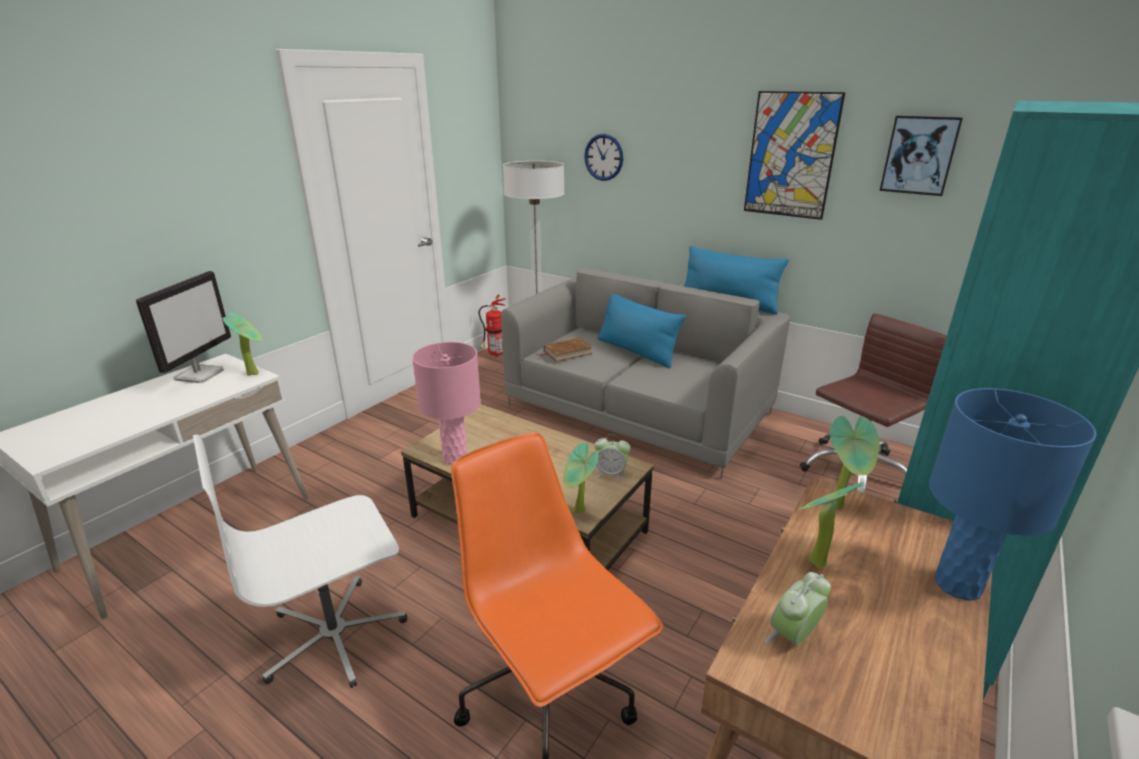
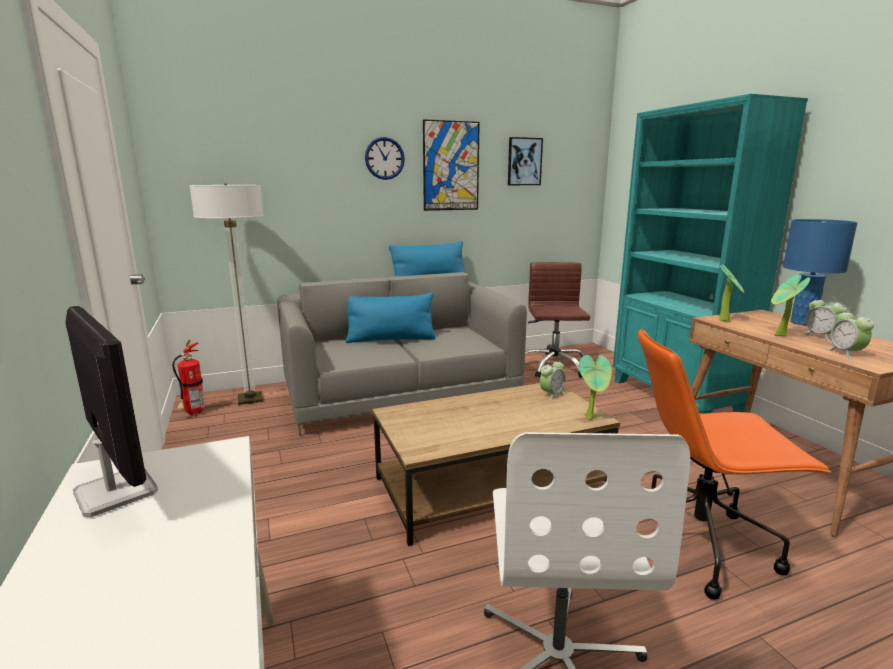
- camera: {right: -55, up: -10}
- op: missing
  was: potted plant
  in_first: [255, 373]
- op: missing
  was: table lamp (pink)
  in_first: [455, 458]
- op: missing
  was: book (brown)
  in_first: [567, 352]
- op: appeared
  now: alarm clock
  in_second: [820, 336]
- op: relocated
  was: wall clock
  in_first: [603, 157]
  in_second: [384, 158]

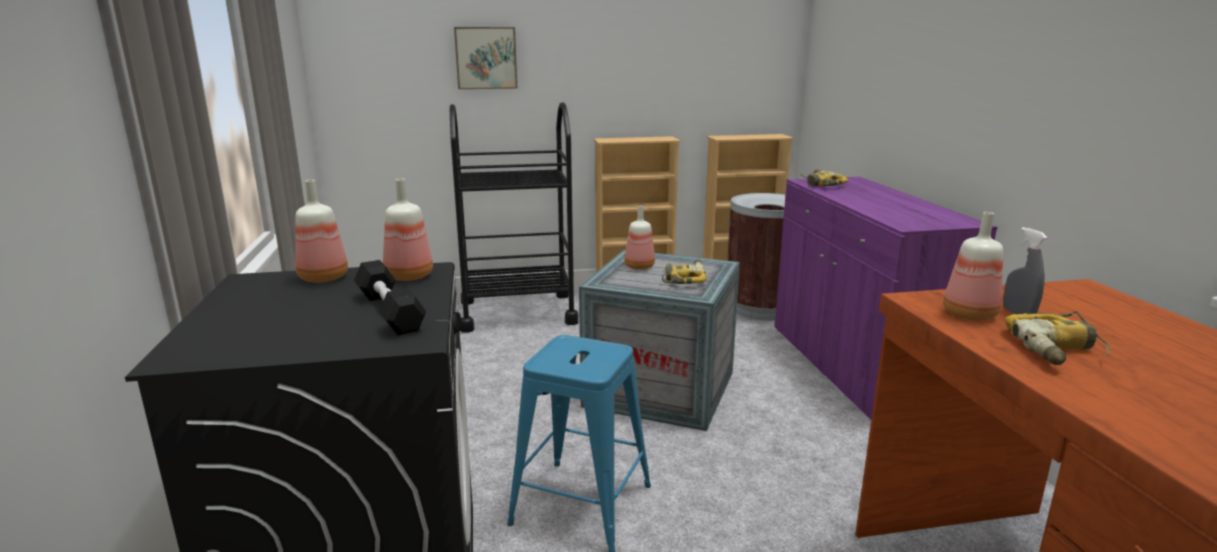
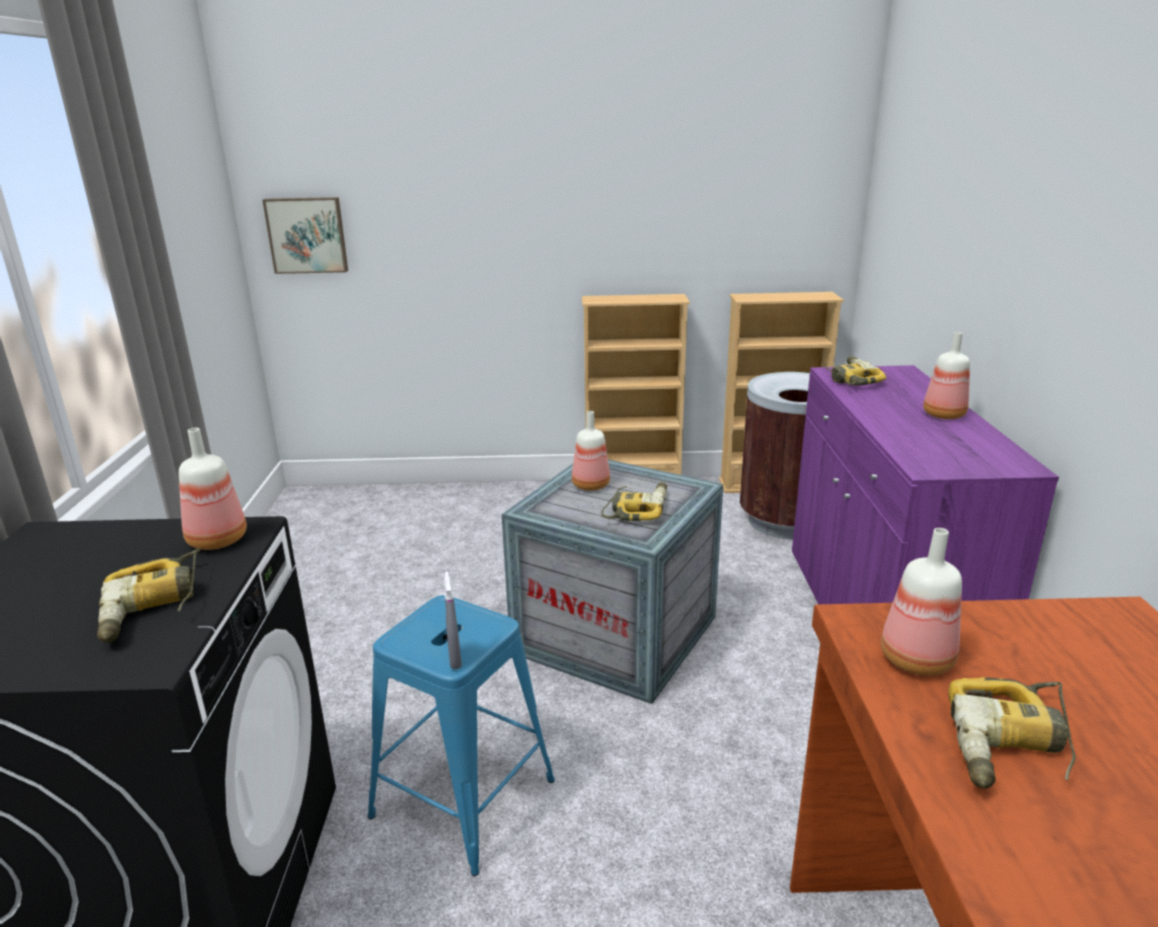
- camera: {right: 10, up: 5}
- op: missing
  was: cart (black)
  in_first: [517, 312]
- op: relocated
  was: bottle
  in_first: [322, 277]
  in_second: [942, 414]
- op: relocated
  was: picture
  in_first: [486, 58]
  in_second: [307, 235]
- op: relocated
  was: spray bottle (grey)
  in_first: [1018, 313]
  in_second: [455, 659]
- op: exchanged
  was: dumbbell (black)
  now: power drill
  in_first: [389, 312]
  in_second: [154, 606]

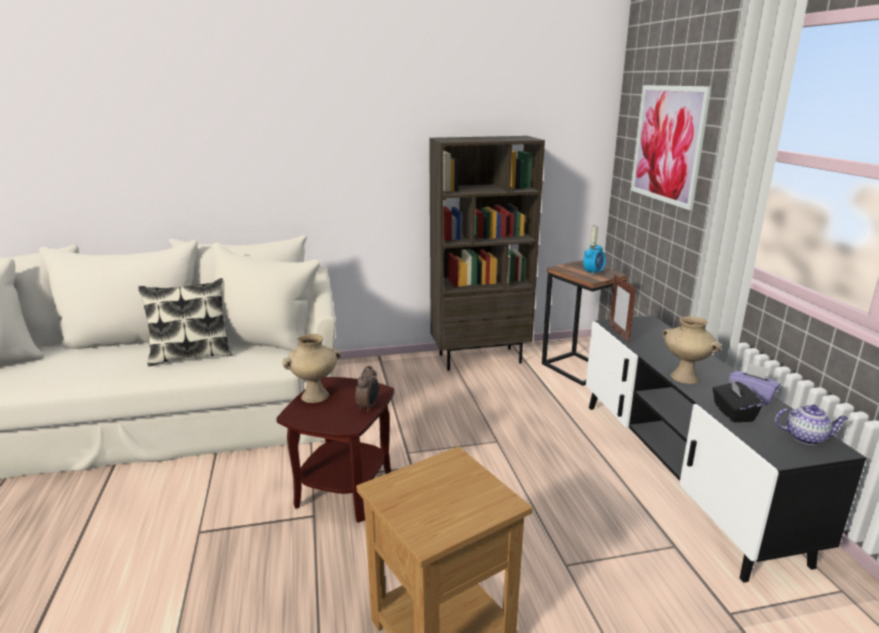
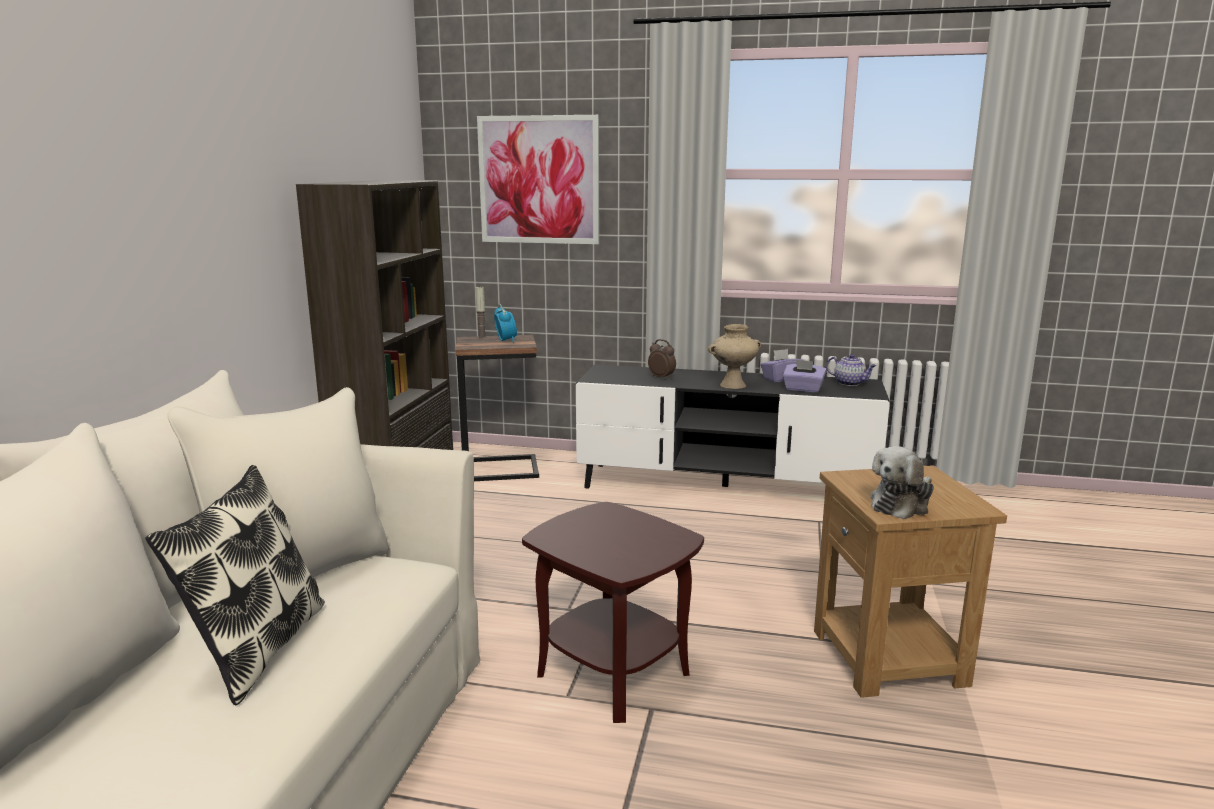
- camera: {right: -65, up: -5}
- op: missing
  was: vase (beige)
  in_first: [315, 396]
- op: missing
  was: picture frame
  in_first: [618, 334]
- op: appeared
  now: plush toy
  in_second: [902, 504]
- op: relocated
  was: alarm clock
  in_first: [368, 407]
  in_second: [662, 378]
- op: colour
  was: tissue box (black)
  now: tissue box (purple)
  in_first: [732, 413]
  in_second: [803, 389]
- op: spun
  was: teapot
  in_first: [806, 437]
  in_second: [850, 383]
  clockwise: 90

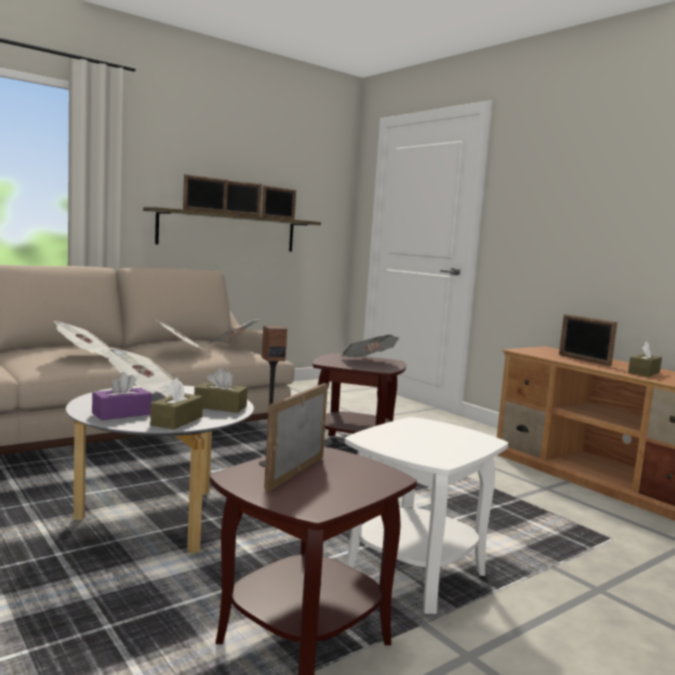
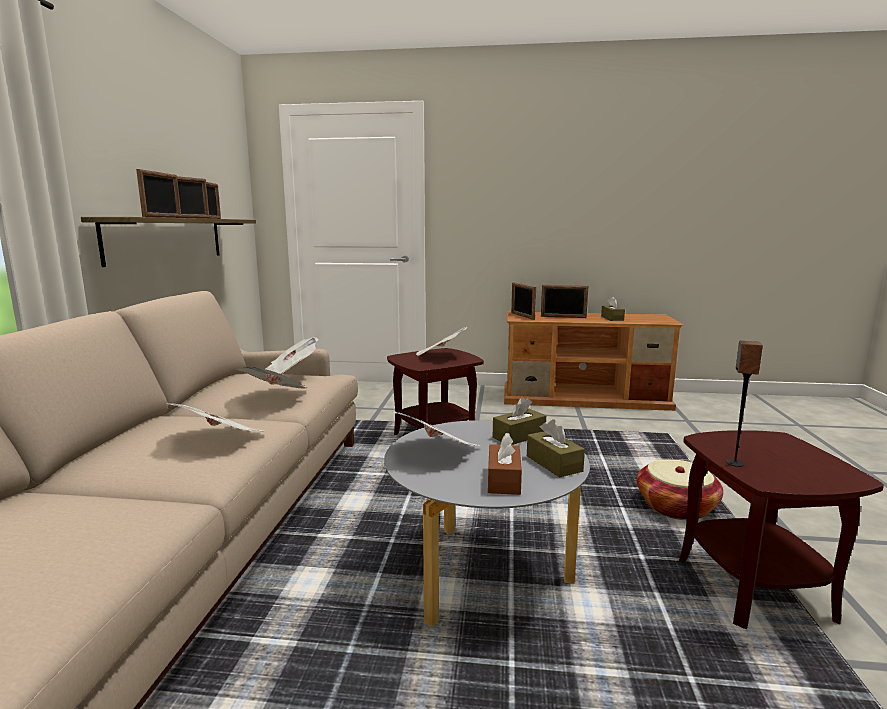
- camera: {right: -45, up: 5}
- op: relocated
  was: picture frame
  in_first: [295, 472]
  in_second: [522, 316]
- op: exchanged
  was: side table (white)
  now: basket
  in_first: [416, 575]
  in_second: [676, 507]
- op: colour
  was: tissue box (purple)
  now: tissue box (brown)
  in_first: [121, 414]
  in_second: [504, 480]

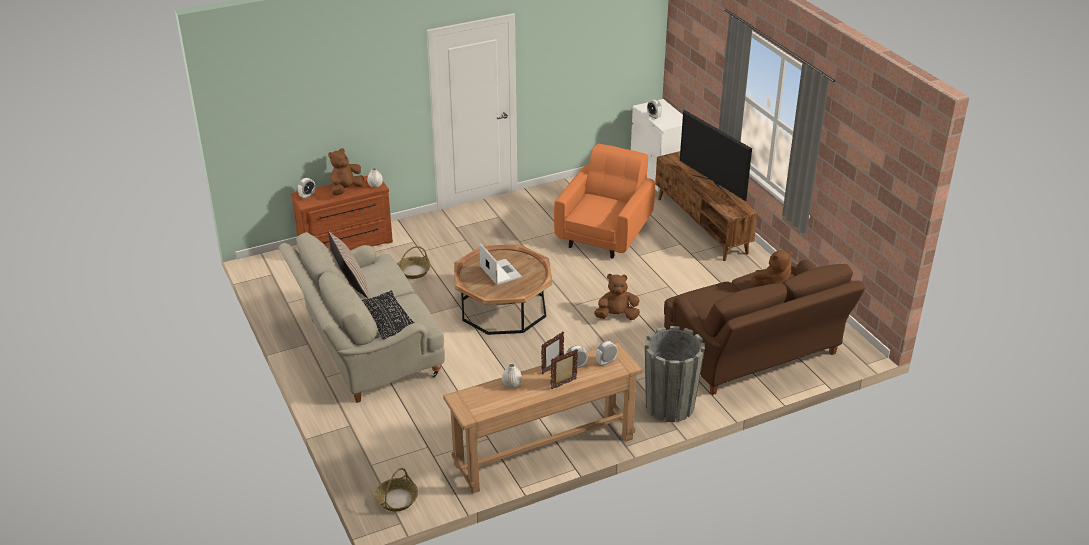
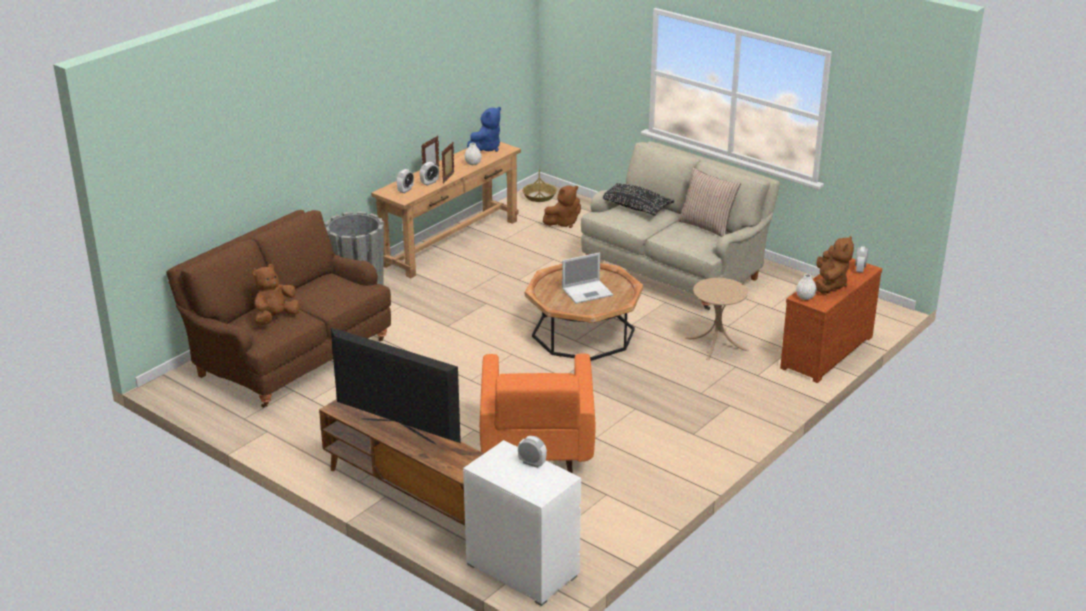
- camera: {right: 155, up: -5}
- op: appeared
  now: plush toy (blue)
  in_second: [486, 148]
- op: relocated
  was: plush toy (brown)
  in_first: [617, 316]
  in_second: [563, 223]
- op: exchanged
  was: basket
  now: side table (beige)
  in_first: [414, 271]
  in_second: [716, 344]
- op: spun
  was: laptop
  in_first: [500, 272]
  in_second: [588, 292]
  clockwise: -60

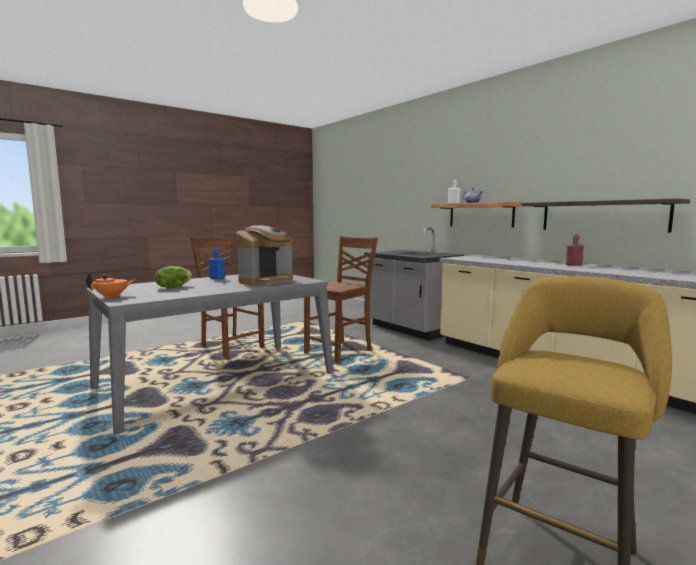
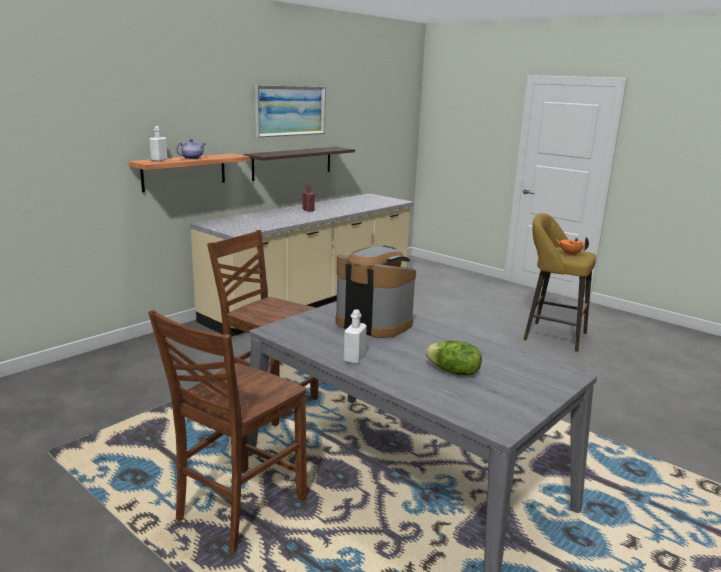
- camera: {right: -100, up: 10}
- op: missing
  was: counter (grey)
  in_first: [411, 329]
- op: appeared
  now: picture
  in_second: [290, 110]
- op: relocated
  was: teapot (orange)
  in_first: [112, 296]
  in_second: [570, 254]
- op: colour
  was: bottle (blue)
  now: bottle (white)
  in_first: [217, 278]
  in_second: [354, 358]

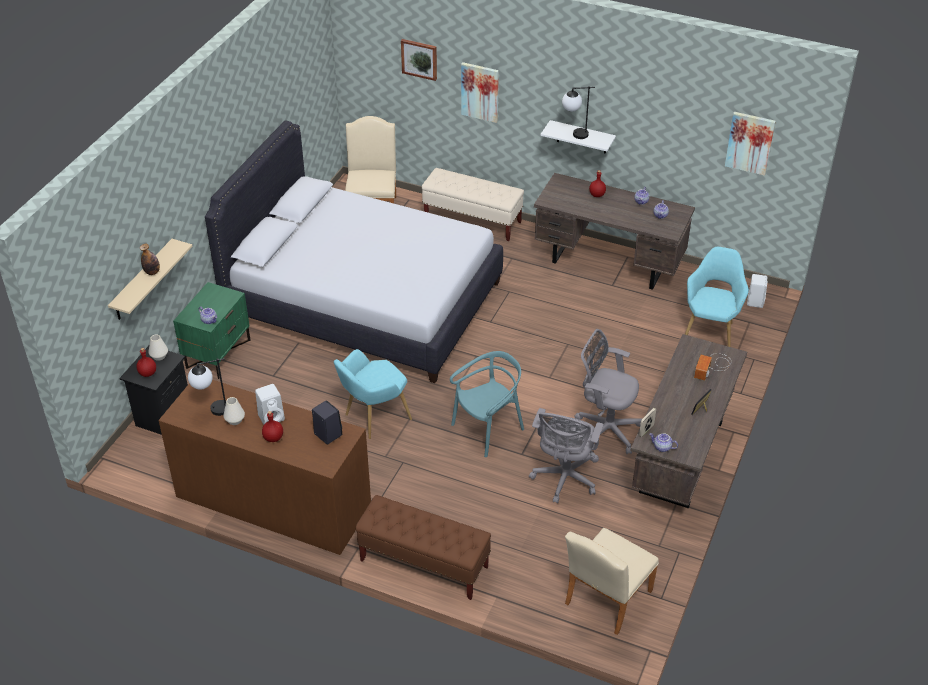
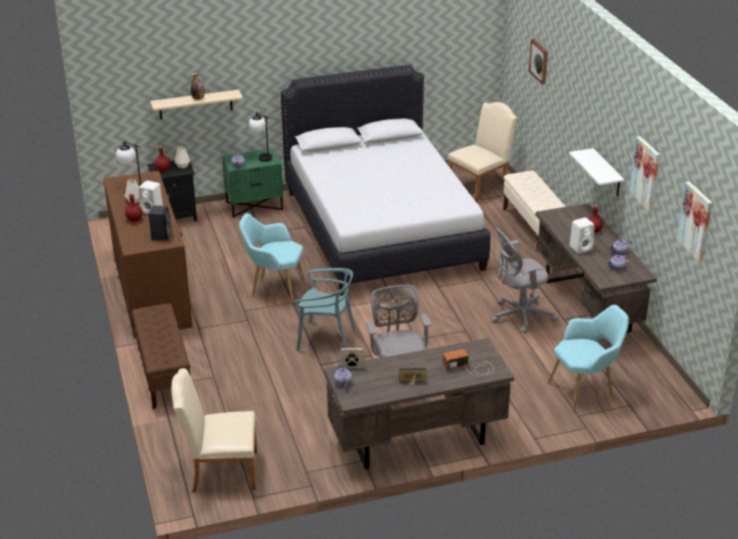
- camera: {right: 50, up: -10}
- op: relocated
  was: picture
  in_first: [480, 92]
  in_second: [646, 173]
- op: relocated
  was: office chair (grey)
  in_first: [564, 479]
  in_second: [519, 316]
- op: relocated
  was: table lamp
  in_first: [574, 135]
  in_second: [261, 156]
- op: relocated
  was: speaker (white)
  in_first: [755, 301]
  in_second: [581, 247]

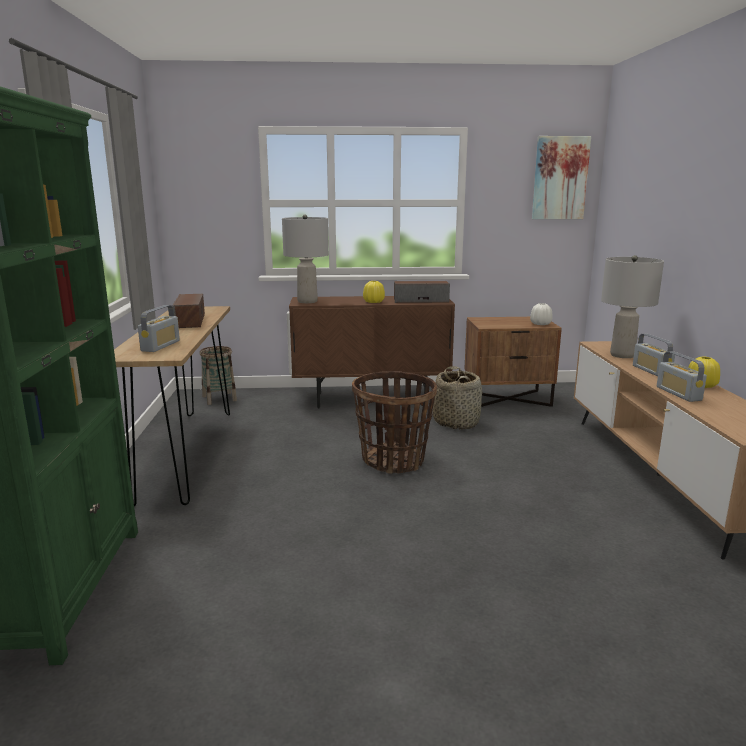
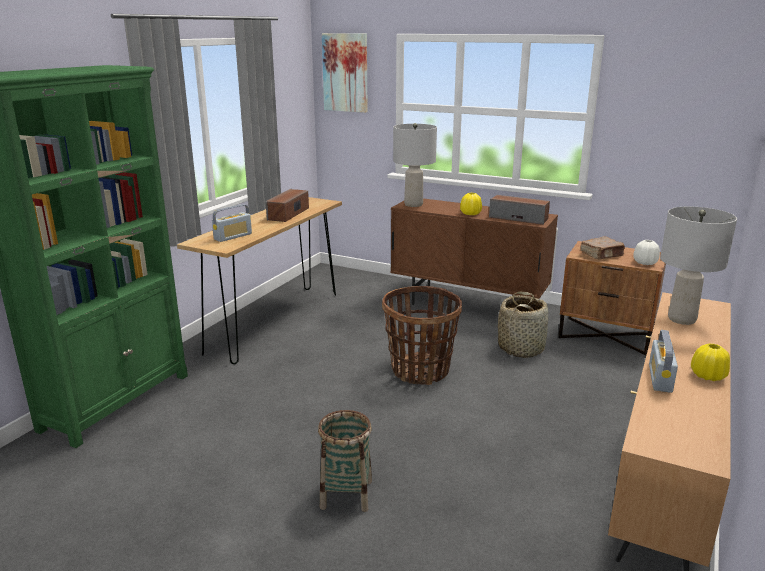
- camera: {right: 30, up: 5}
- op: missing
  was: radio
  in_first: [651, 371]
- op: appeared
  now: book (brown)
  in_second: [602, 255]
- op: relocated
  was: basket
  in_first: [219, 398]
  in_second: [346, 494]
- op: relocated
  was: picture
  in_first: [560, 178]
  in_second: [345, 73]

